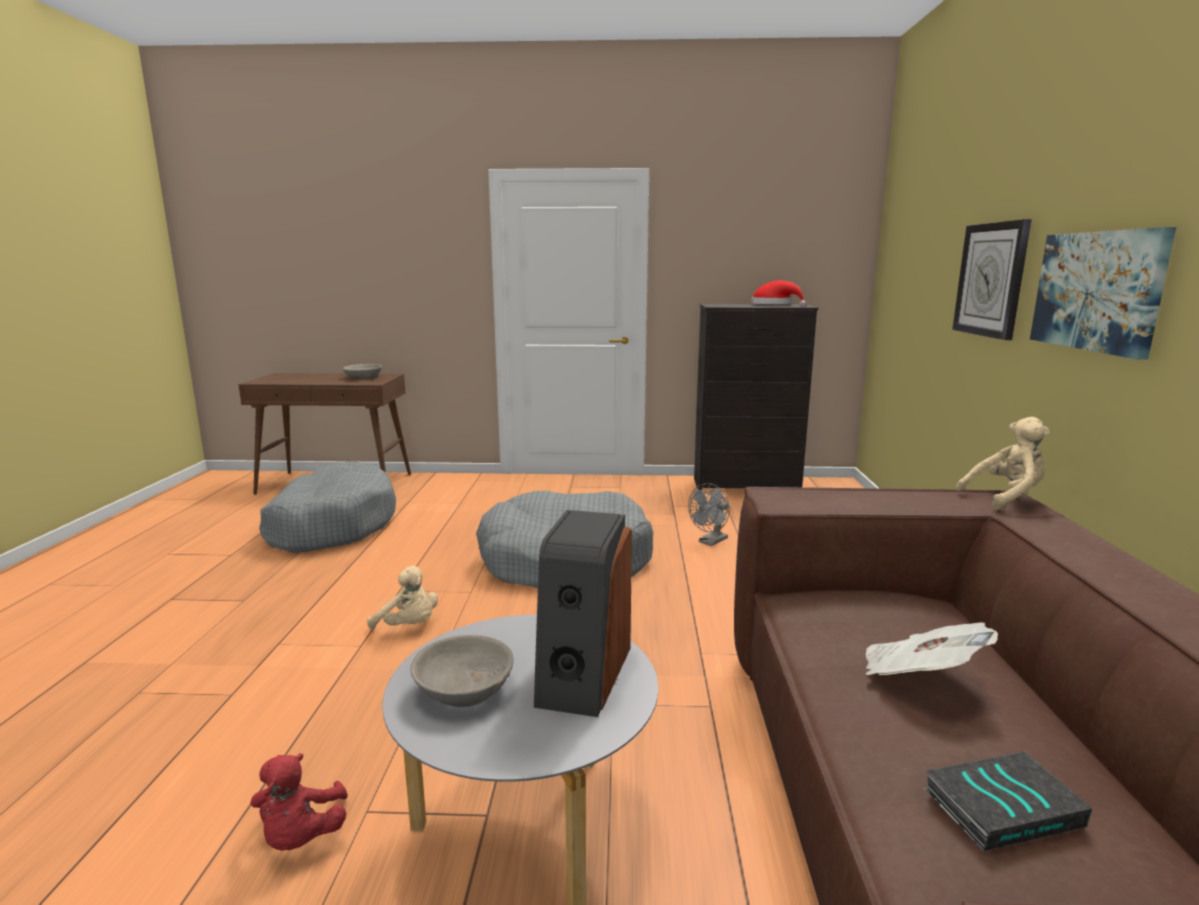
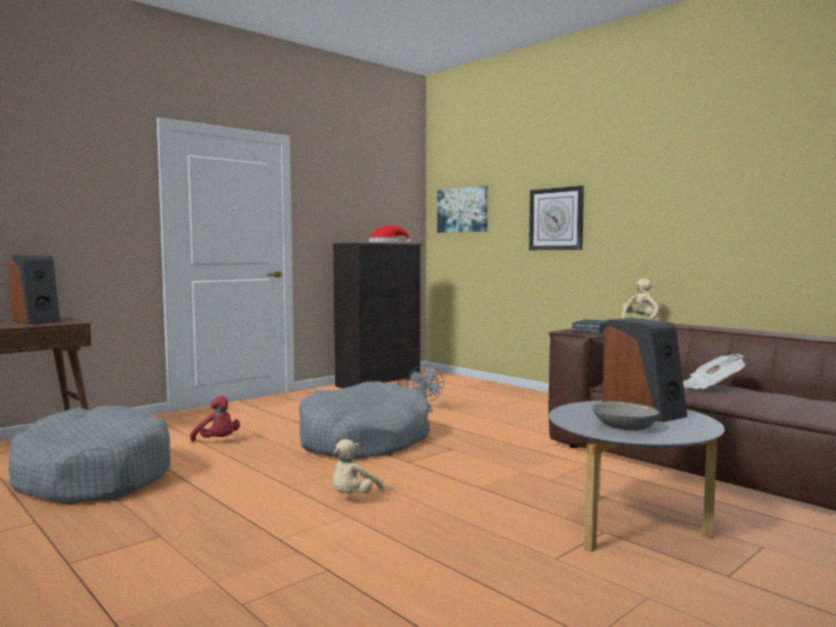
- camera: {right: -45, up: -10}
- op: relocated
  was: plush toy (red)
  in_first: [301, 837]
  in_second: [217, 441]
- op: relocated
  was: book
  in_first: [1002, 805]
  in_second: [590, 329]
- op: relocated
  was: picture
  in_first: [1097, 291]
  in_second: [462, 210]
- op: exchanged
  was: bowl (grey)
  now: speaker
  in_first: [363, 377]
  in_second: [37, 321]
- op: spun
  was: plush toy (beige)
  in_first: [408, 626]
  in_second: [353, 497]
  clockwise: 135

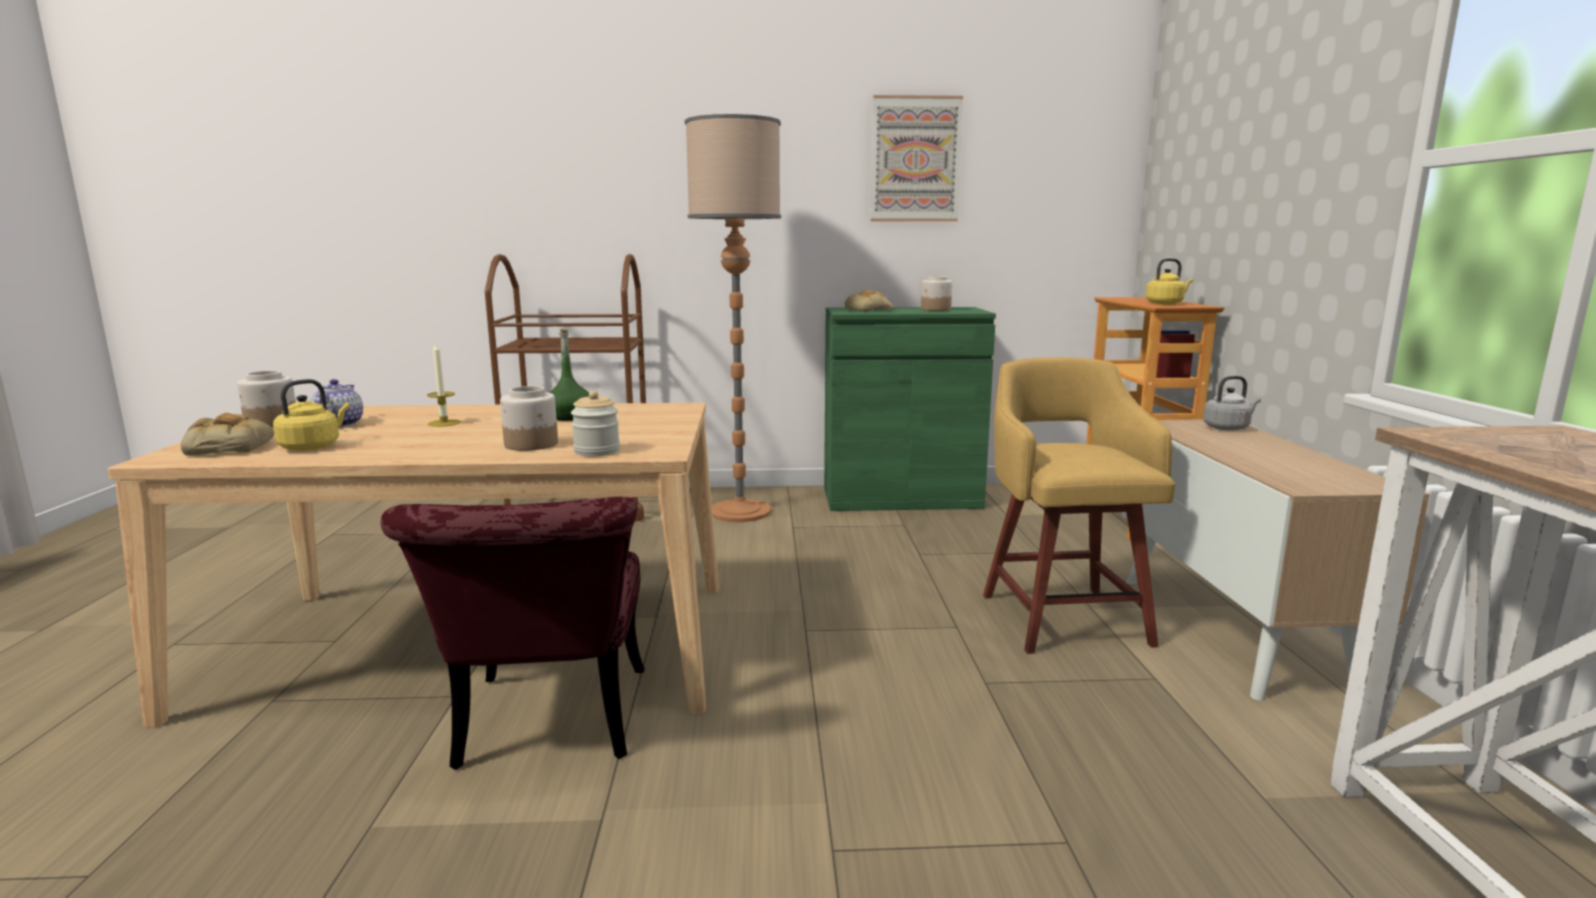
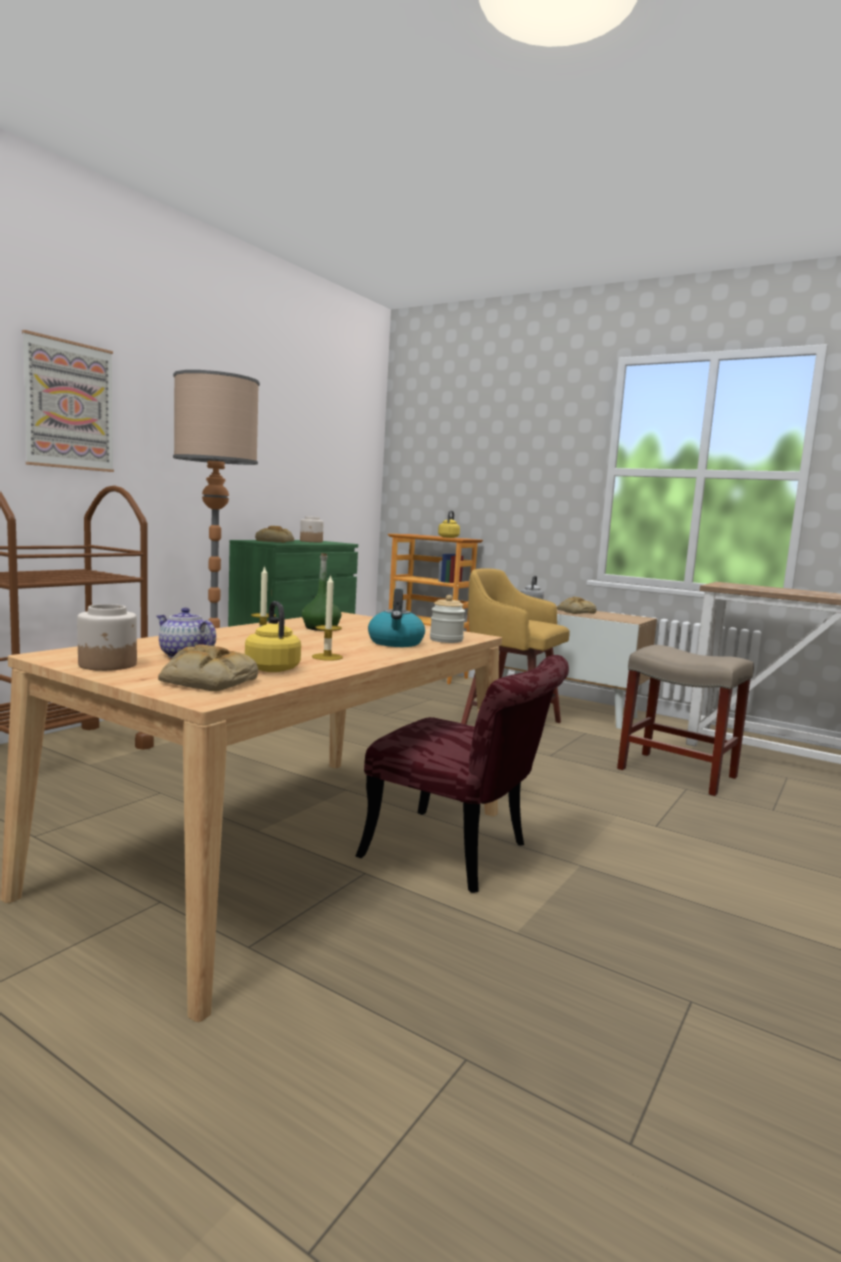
- camera: {right: -55, up: -5}
- op: appeared
  now: candle
  in_second: [327, 657]
- op: appeared
  now: bread
  in_second: [575, 612]
- op: appeared
  now: stool (beige)
  in_second: [678, 773]
- op: relocated
  was: picture
  in_first: [915, 159]
  in_second: [69, 405]
- op: exchanged
  was: jar
  now: kettle
  in_first: [532, 444]
  in_second: [396, 643]

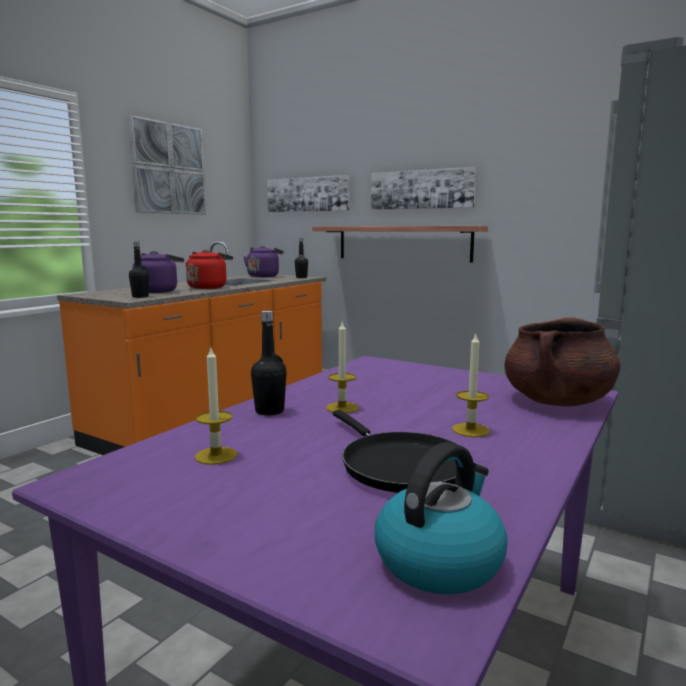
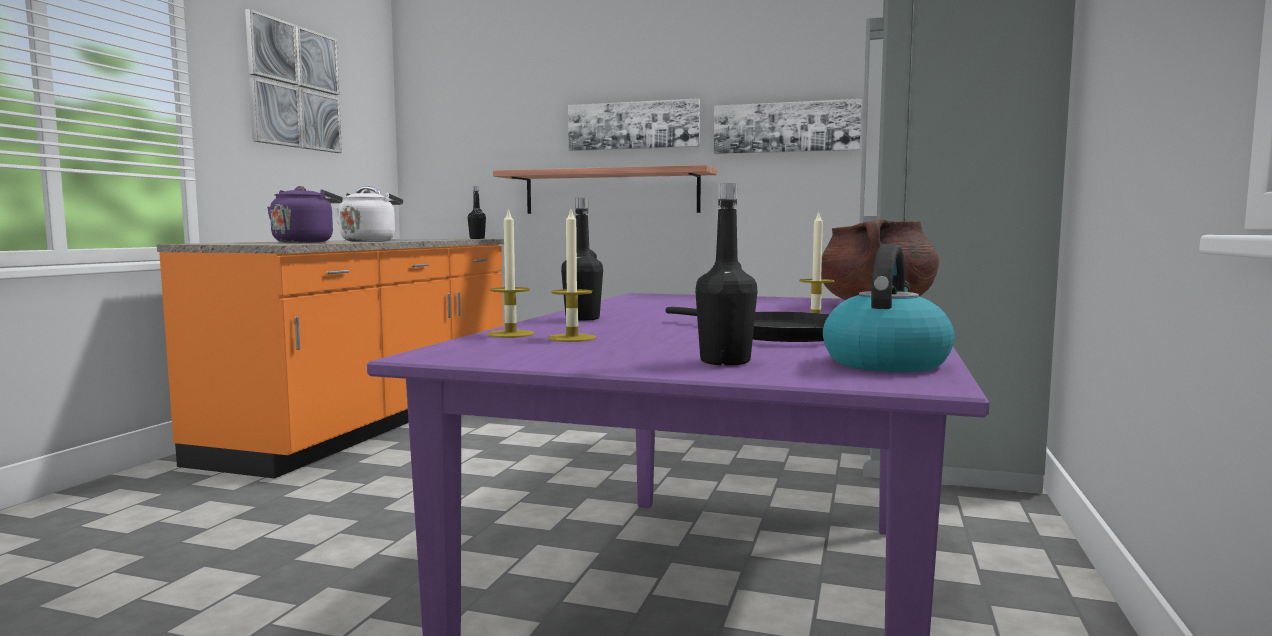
- camera: {right: -15, up: -5}
- op: missing
  was: kettle (purple)
  in_first: [264, 276]
- op: relocated
  was: bottle (black)
  in_first: [140, 297]
  in_second: [725, 361]
- op: relocated
  was: picture
  in_first: [308, 194]
  in_second: [785, 127]
- op: relocated
  was: candle
  in_first: [342, 408]
  in_second: [510, 334]
- op: colour
  was: kettle (red)
  now: kettle (white)
  in_first: [208, 287]
  in_second: [369, 241]

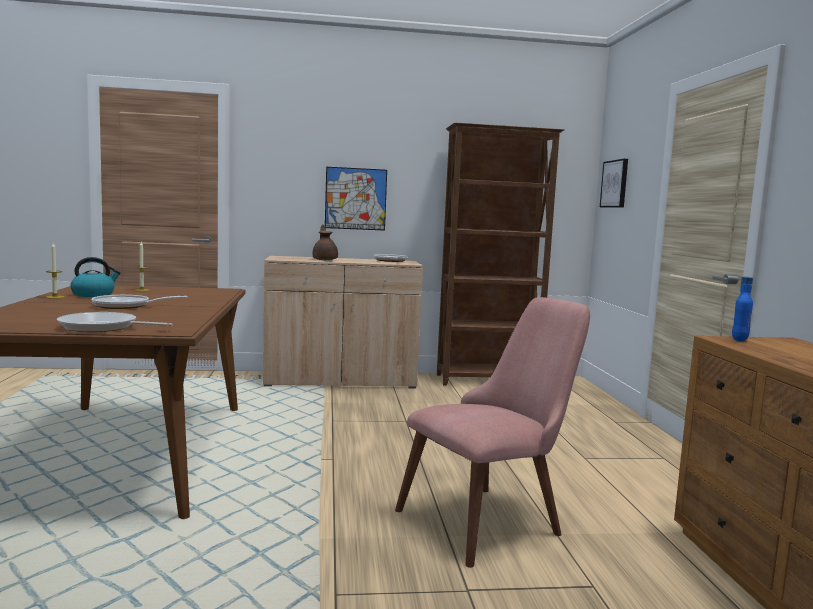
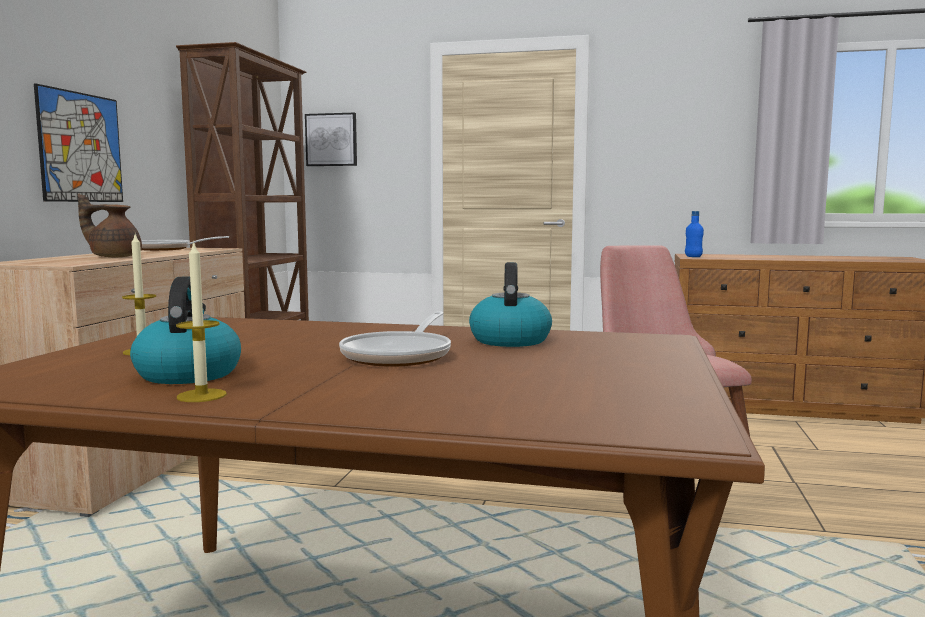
- camera: {right: -70, up: 0}
- op: missing
  was: frying pan
  in_first: [102, 327]
- op: appeared
  now: kettle
  in_second: [509, 340]

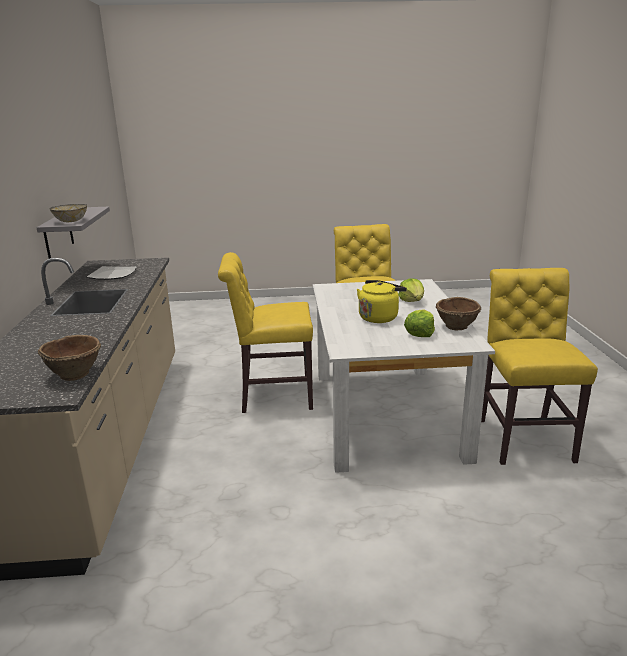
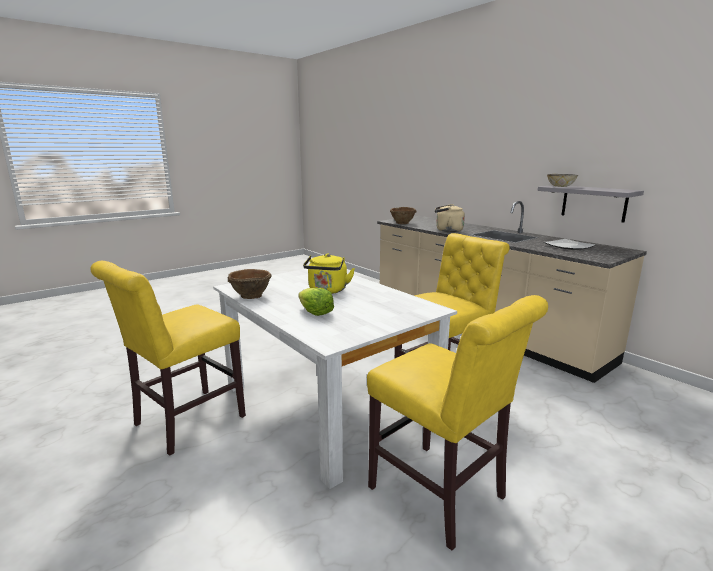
- camera: {right: 145, up: -5}
- op: missing
  was: lettuce
  in_first: [419, 333]
- op: appeared
  now: kettle (beige)
  in_second: [447, 230]
- op: spun
  was: chair (yellow)
  in_first: [523, 437]
  in_second: [184, 423]
  clockwise: 75

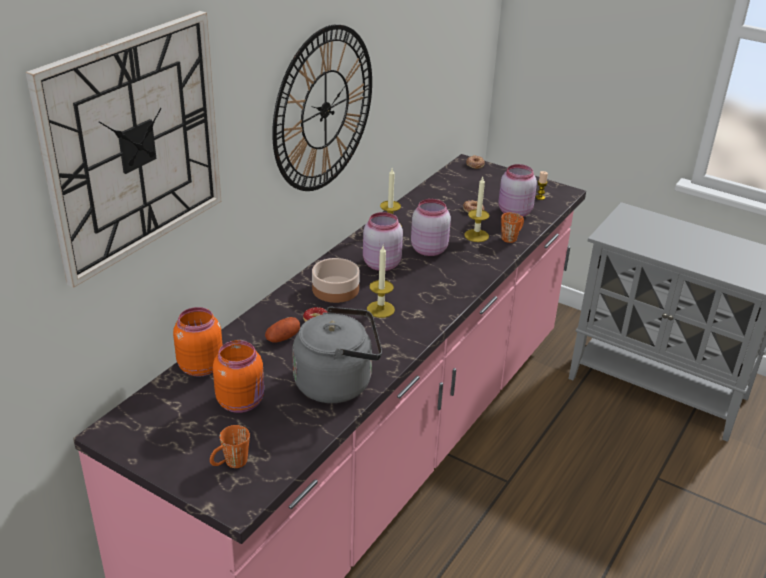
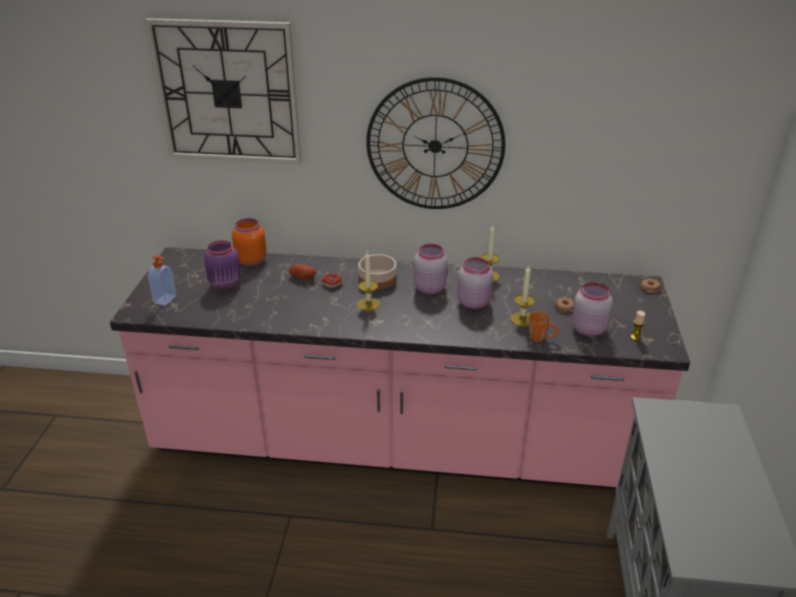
- camera: {right: 65, up: 0}
- op: missing
  was: kettle (grey)
  in_first: [338, 383]
- op: exchanged
  was: mug (orange)
  now: soap dispenser
  in_first: [230, 464]
  in_second: [165, 299]
- op: colour
  was: jar (orange)
  now: jar (purple)
  in_first: [242, 401]
  in_second: [226, 284]

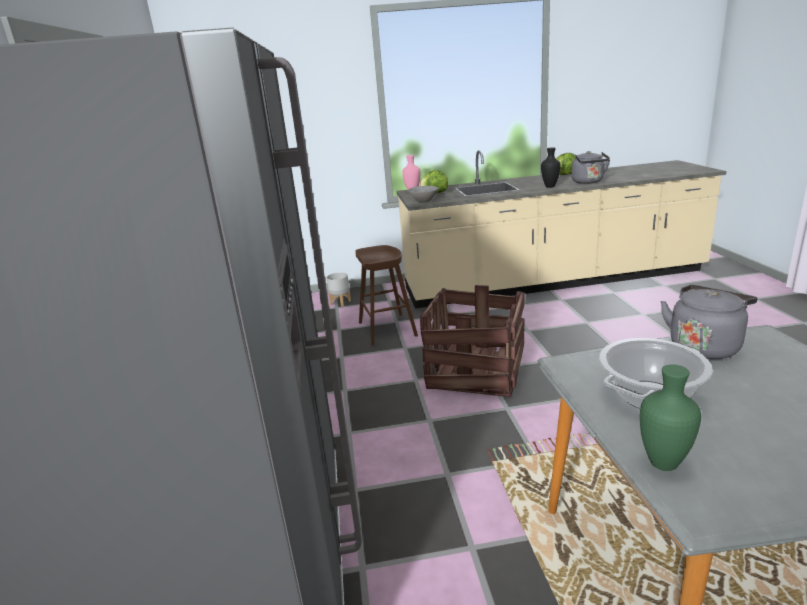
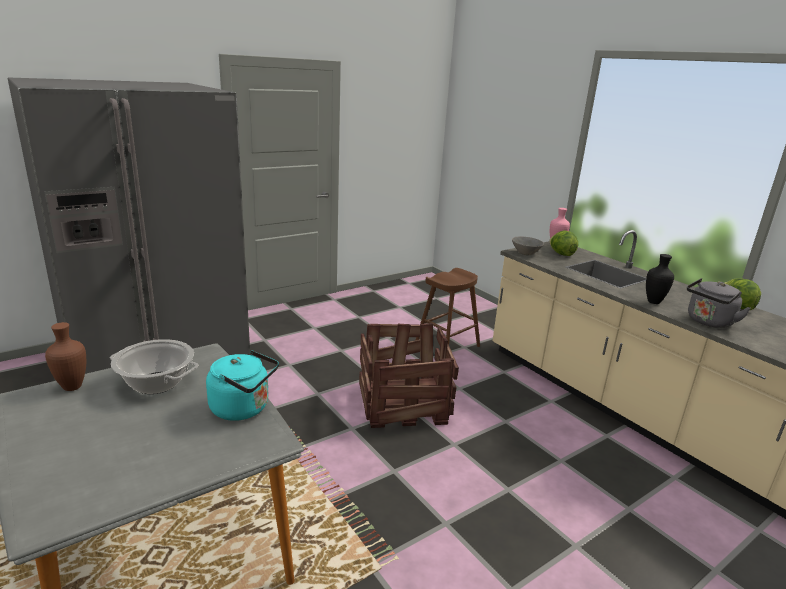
- camera: {right: 60, up: 0}
- op: missing
  was: planter (grey)
  in_first: [340, 302]
- op: colour
  was: vase (green)
  now: vase (brown)
  in_first: [664, 462]
  in_second: [73, 387]
- op: colour
  was: kettle (grey)
  now: kettle (turquoise)
  in_first: [704, 346]
  in_second: [243, 408]

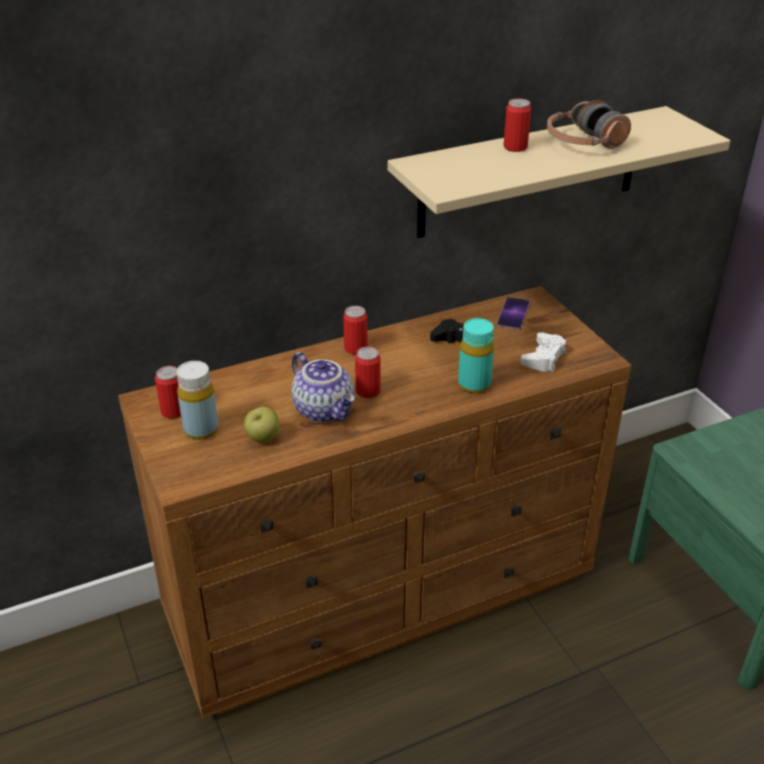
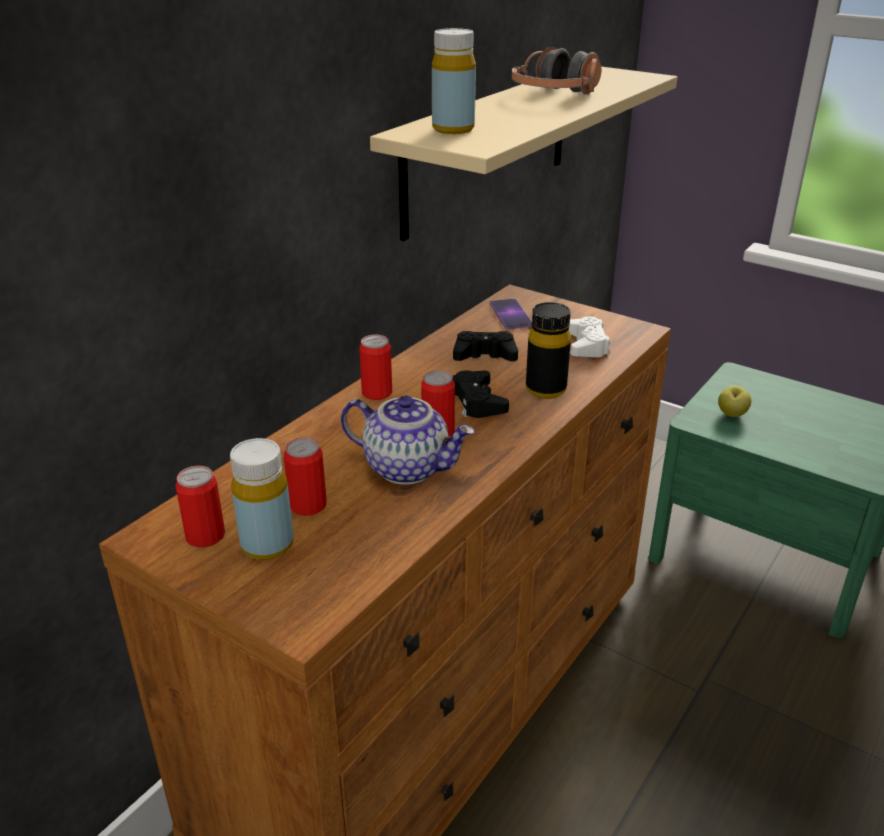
- camera: {right: -30, up: -5}
- op: appeared
  now: bottle (yellow)
  in_second: [453, 129]
- op: appeared
  now: game controller (black)
  in_second: [477, 401]
- op: relocated
  was: apple
  in_first: [263, 438]
  in_second: [731, 415]
- op: relocated
  was: can
  in_first: [515, 147]
  in_second: [308, 505]
- op: colour
  was: bottle (turquoise)
  now: bottle (black)
  in_first: [474, 384]
  in_second: [545, 389]

